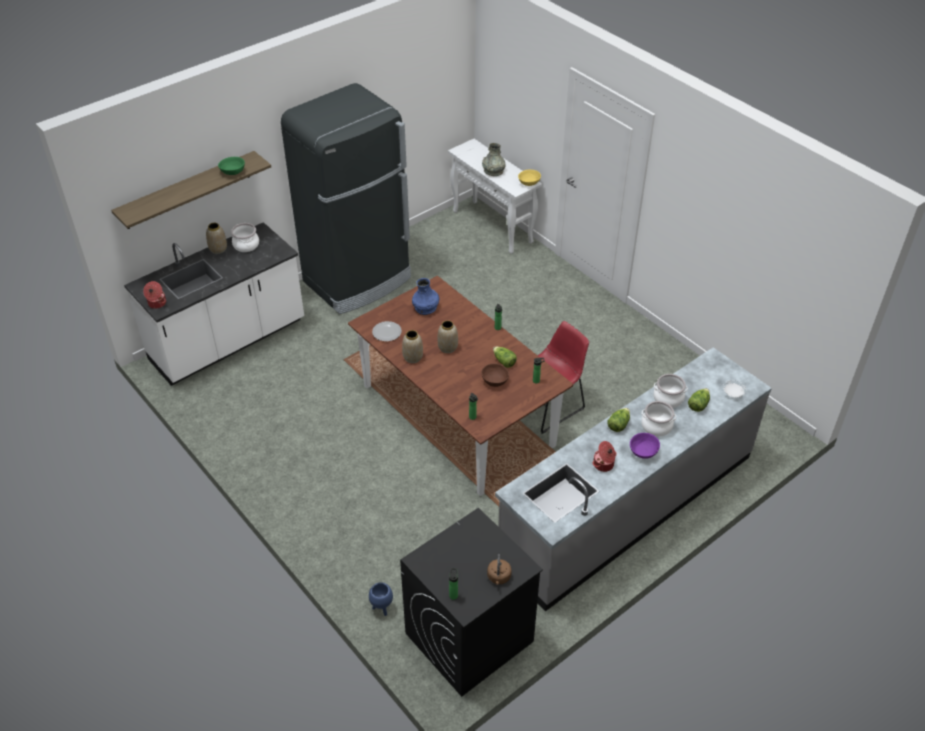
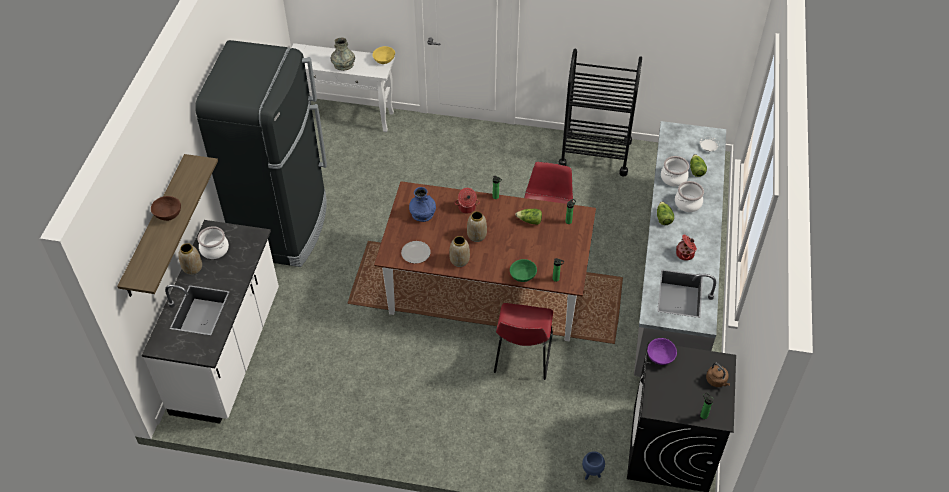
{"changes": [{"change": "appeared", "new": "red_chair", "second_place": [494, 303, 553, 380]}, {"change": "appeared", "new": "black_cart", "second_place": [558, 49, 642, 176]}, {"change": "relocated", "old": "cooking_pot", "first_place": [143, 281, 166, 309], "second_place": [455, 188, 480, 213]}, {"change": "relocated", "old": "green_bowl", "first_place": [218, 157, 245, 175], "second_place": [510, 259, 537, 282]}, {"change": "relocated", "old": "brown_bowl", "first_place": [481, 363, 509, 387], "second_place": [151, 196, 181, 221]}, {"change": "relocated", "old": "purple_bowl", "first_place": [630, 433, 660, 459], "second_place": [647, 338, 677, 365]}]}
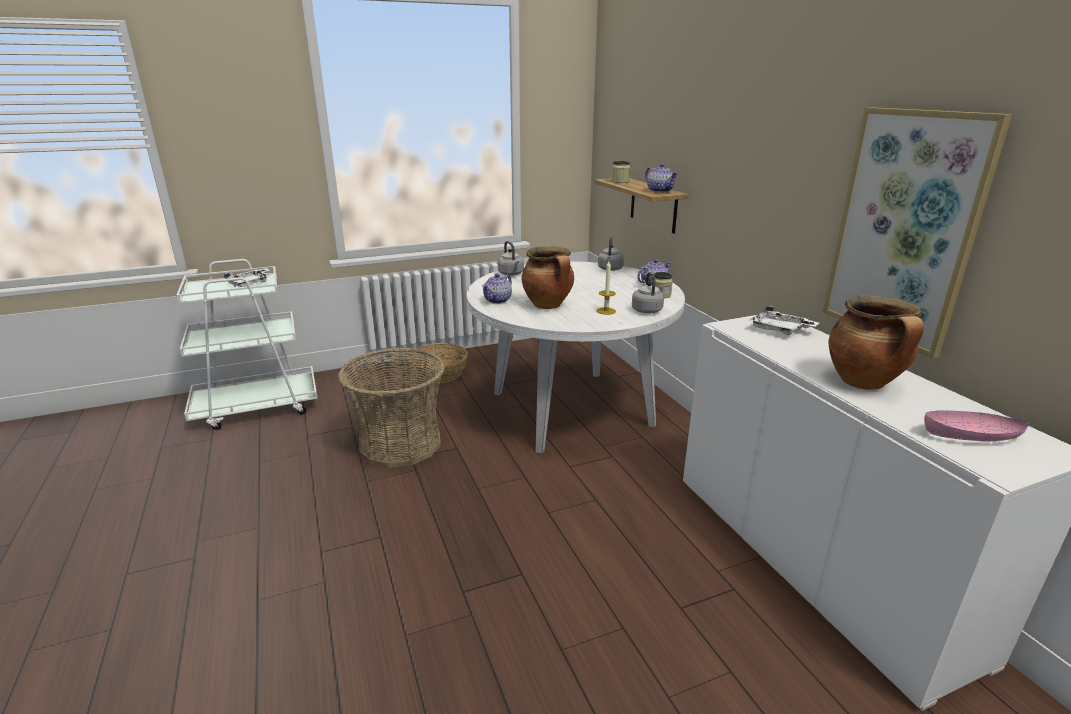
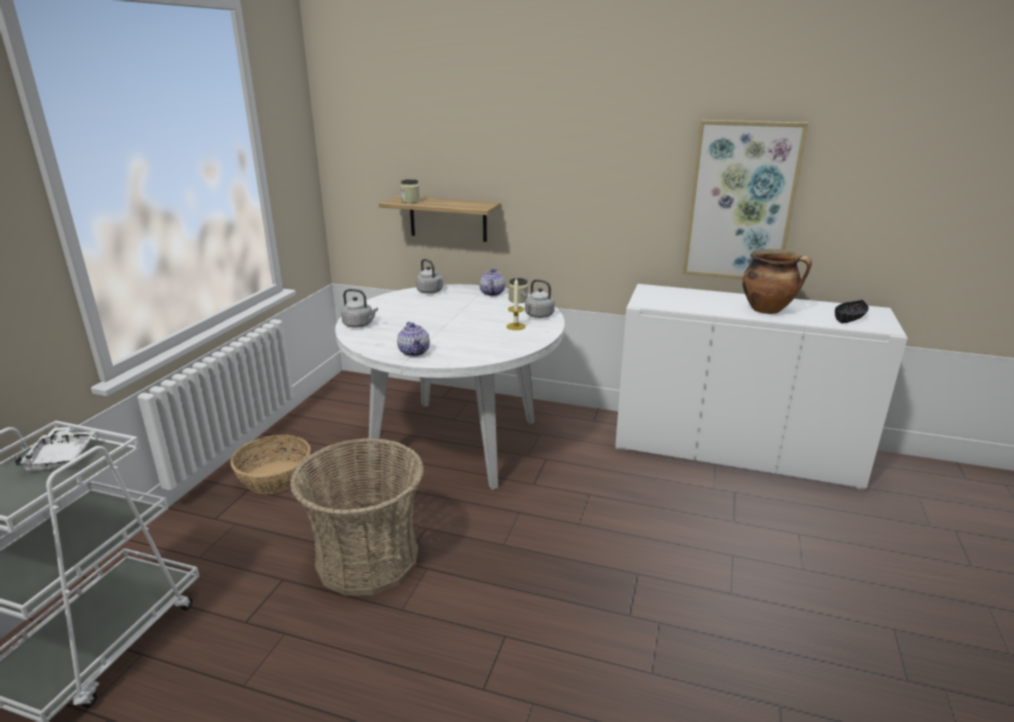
{"changes": [{"change": "missing", "old": "cooking_pot", "first_place": [522, 246, 574, 309]}, {"change": "missing", "old": "teapot", "first_place": [645, 164, 678, 193]}, {"change": "missing", "old": "white_tray", "first_place": [750, 306, 819, 335]}, {"change": "colour", "old": "pink_bowl", "new": "black_bowl", "first_place": [924, 411, 1029, 441], "second_place": [835, 300, 869, 324]}]}
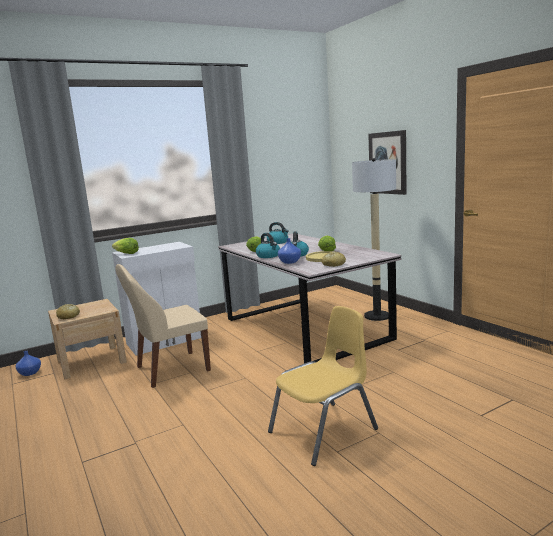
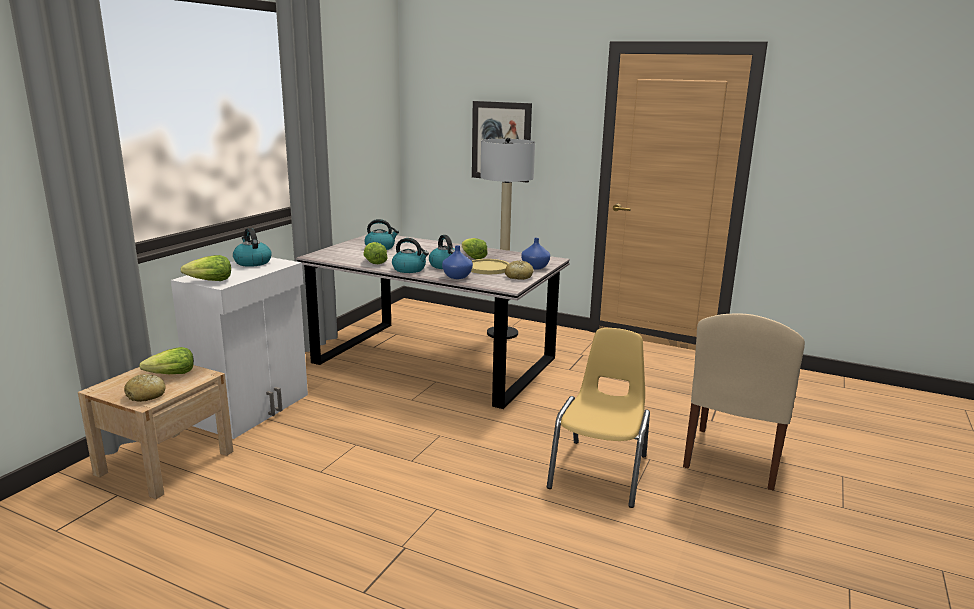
{"changes": [{"change": "appeared", "new": "lettuce", "second_place": [139, 347, 194, 374]}, {"change": "appeared", "new": "kettle", "second_place": [233, 228, 272, 267]}, {"change": "relocated", "old": "blue_vase", "first_place": [15, 351, 41, 376], "second_place": [521, 238, 550, 270]}, {"change": "relocated", "old": "beige_chair", "first_place": [115, 264, 211, 388], "second_place": [683, 314, 805, 491]}]}
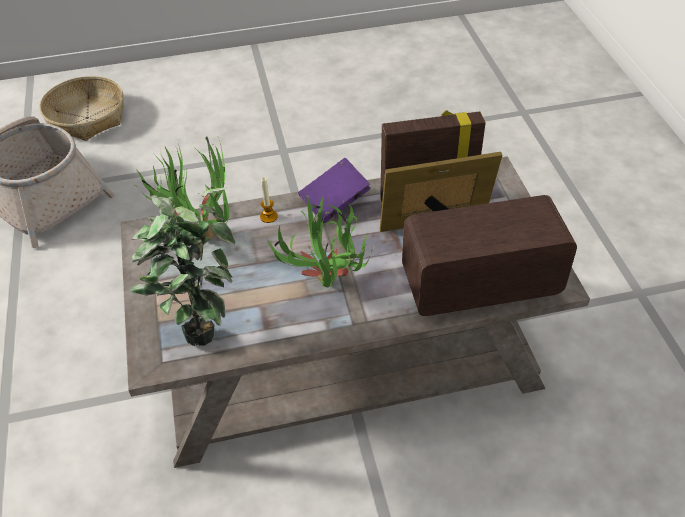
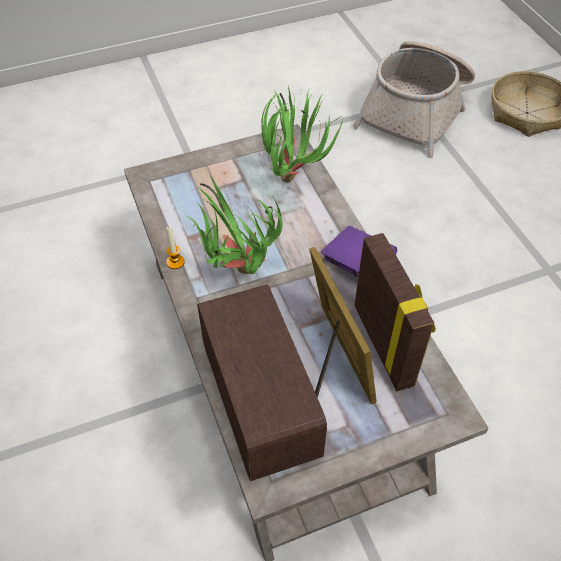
{"changes": [{"change": "missing", "old": "potted_plant", "first_place": [130, 188, 235, 346]}, {"change": "relocated", "old": "candle", "first_place": [260, 177, 277, 223], "second_place": [166, 226, 185, 269]}]}
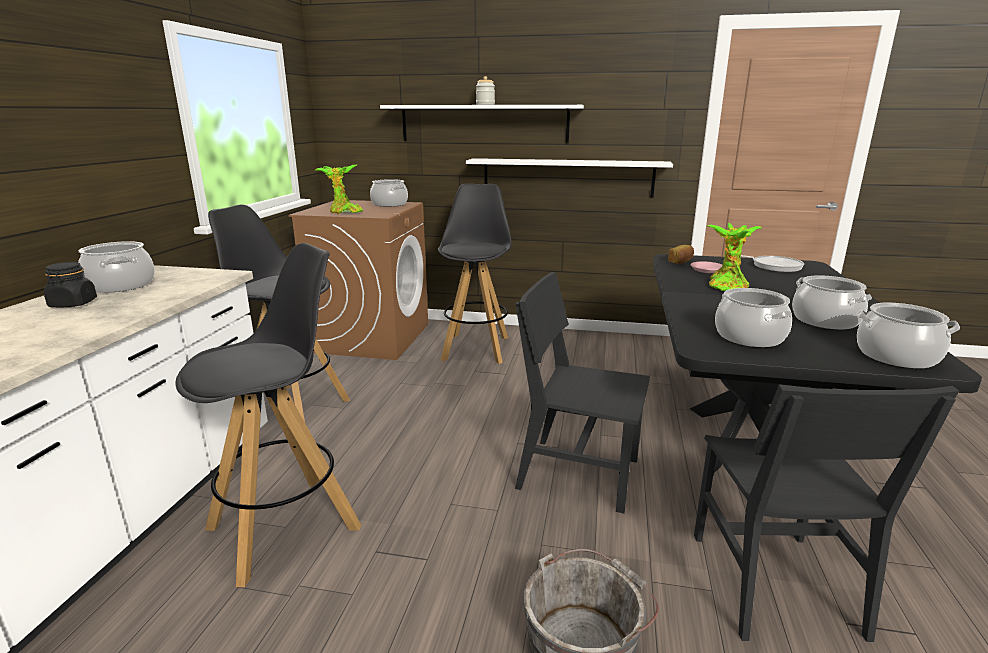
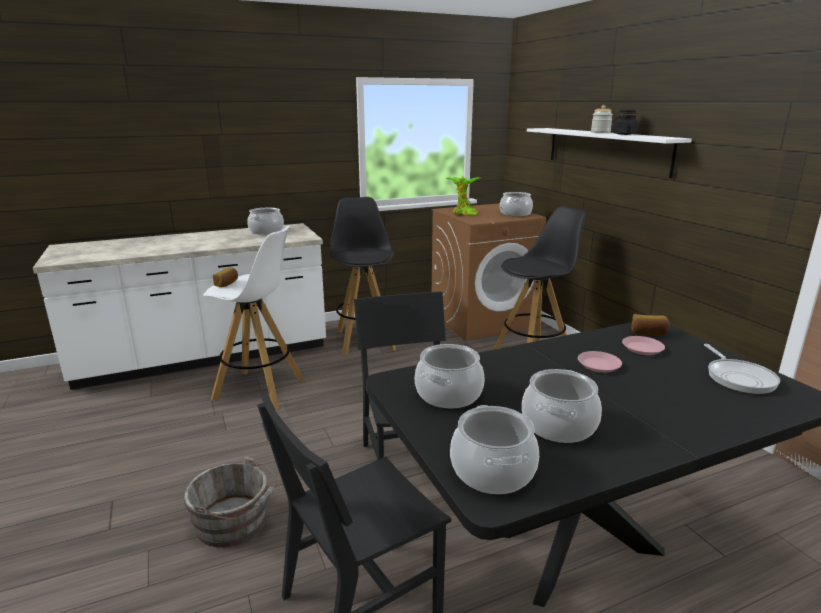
{"changes": [{"change": "missing", "old": "white_shelf", "first_place": [466, 158, 673, 197]}, {"change": "appeared", "new": "bread", "second_place": [213, 268, 238, 287]}, {"change": "relocated", "old": "black_jar", "first_place": [44, 262, 97, 307], "second_place": [612, 110, 638, 135]}, {"change": "exchanged", "old": "potted_plant", "new": "pink_plate", "first_place": [707, 223, 762, 291], "second_place": [578, 351, 622, 373]}, {"change": "colour", "old": "black_stool", "new": "white_stool", "first_place": [175, 243, 361, 587], "second_place": [203, 226, 305, 410]}]}
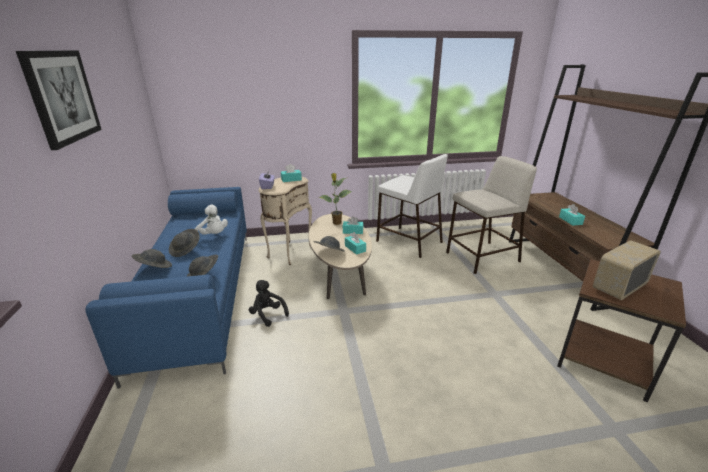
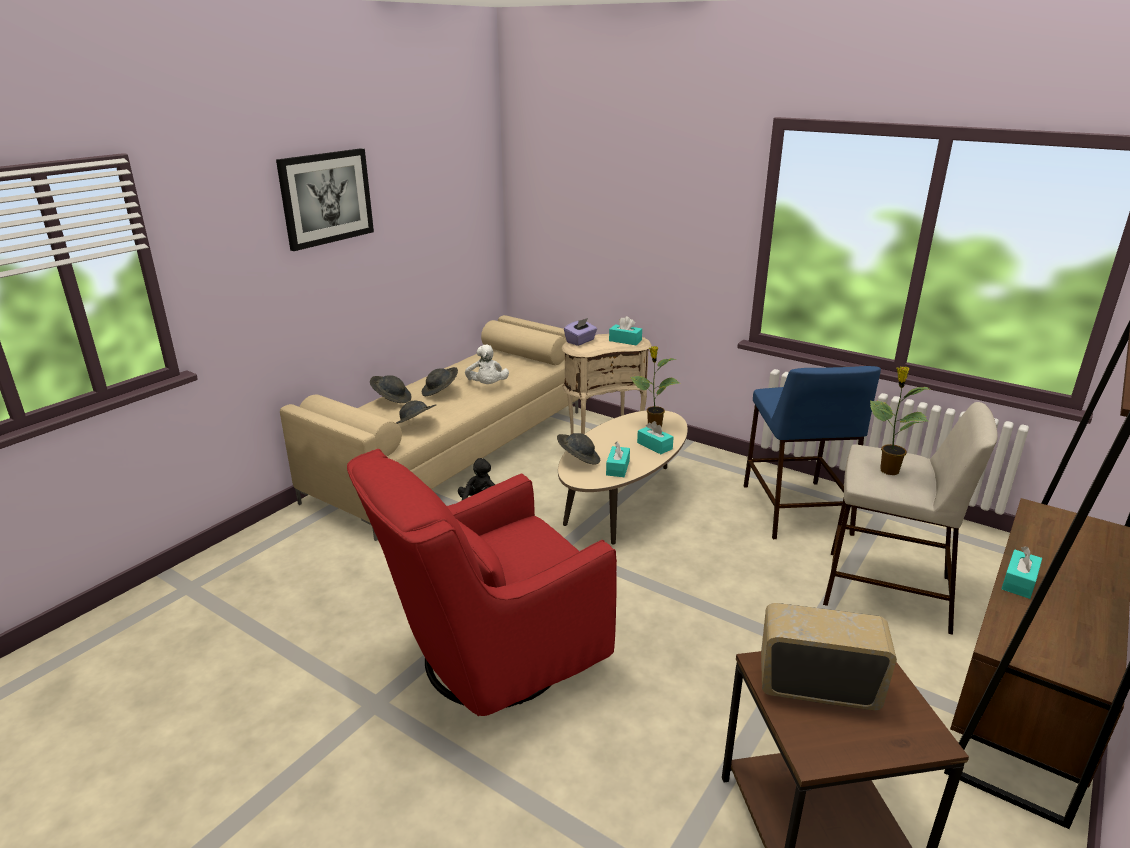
{"changes": [{"change": "appeared", "new": "red_armchair", "second_place": [347, 449, 617, 716]}, {"change": "appeared", "new": "potted_plant", "second_place": [870, 367, 929, 475]}, {"change": "colour", "old": "blue_sofa", "new": "beige_sofa", "first_place": [85, 187, 247, 389], "second_place": [280, 315, 579, 541]}, {"change": "colour", "old": "white_stool", "new": "blue_stool", "first_place": [376, 154, 448, 258], "second_place": [744, 366, 881, 539]}]}
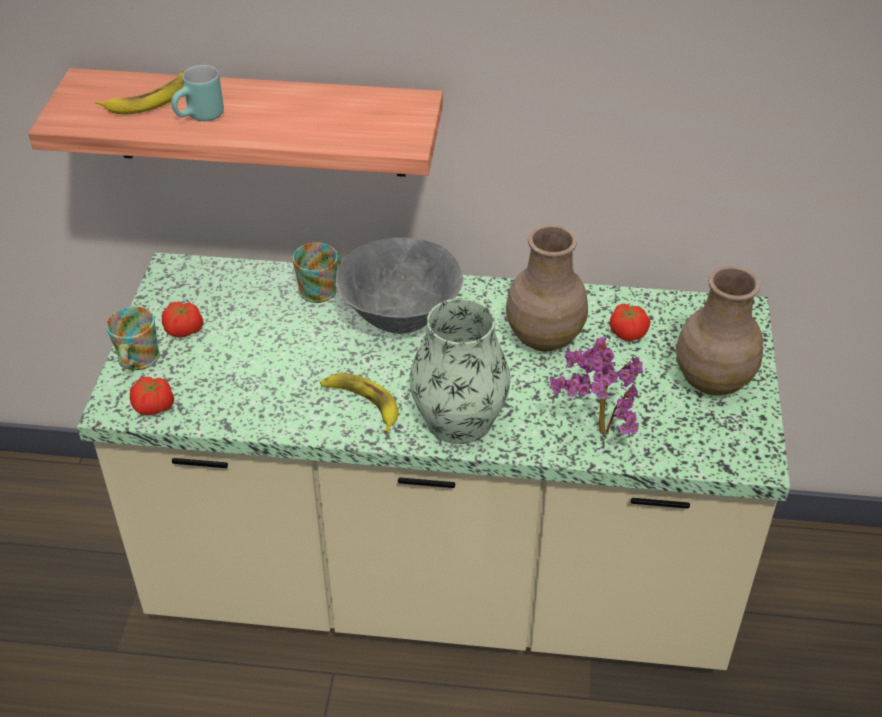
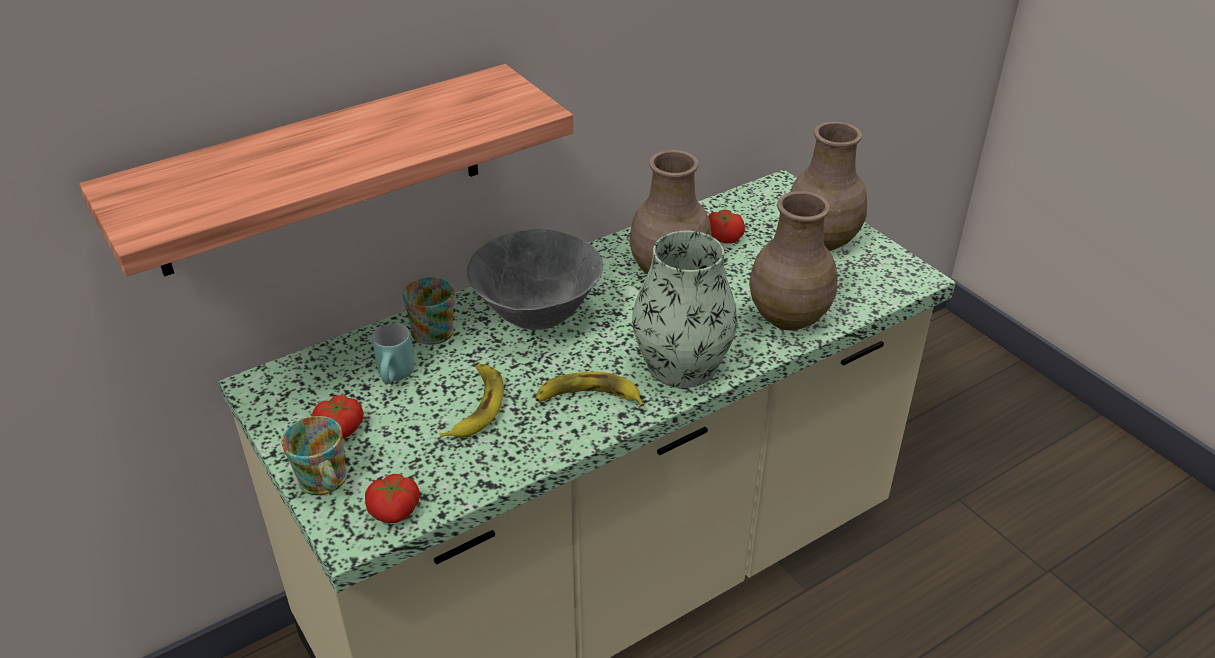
{"changes": [{"change": "relocated", "old": "banana", "first_place": [95, 71, 185, 114], "second_place": [440, 364, 504, 438]}, {"change": "relocated", "old": "turquoise_mug", "first_place": [171, 65, 224, 121], "second_place": [372, 323, 414, 384]}, {"change": "exchanged", "old": "potted_plant", "new": "brown_vase", "first_place": [550, 337, 643, 435], "second_place": [749, 191, 837, 330]}]}
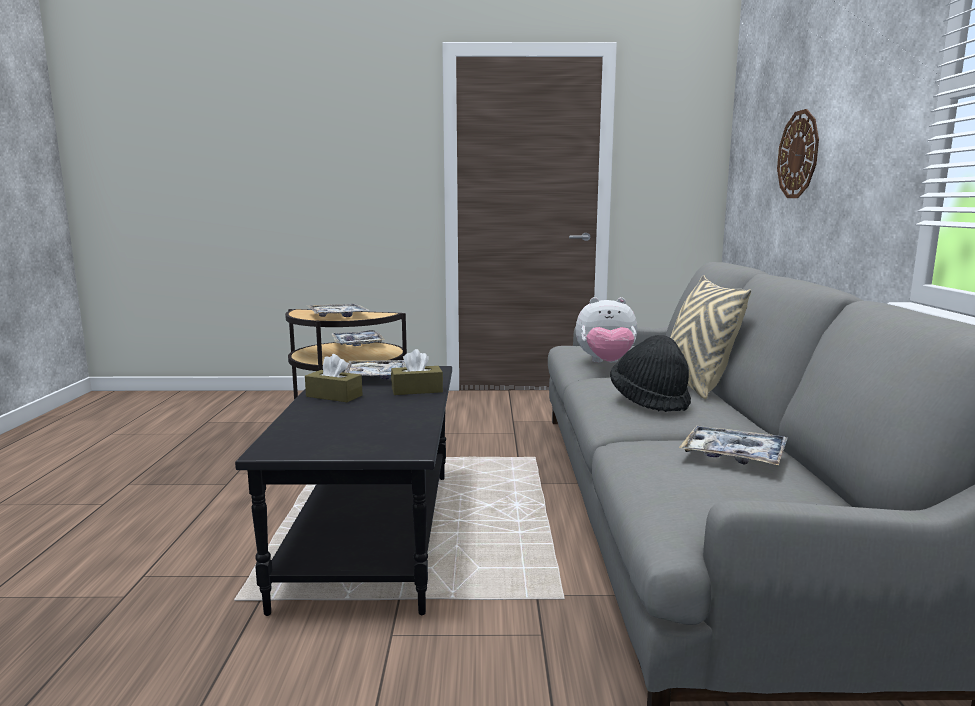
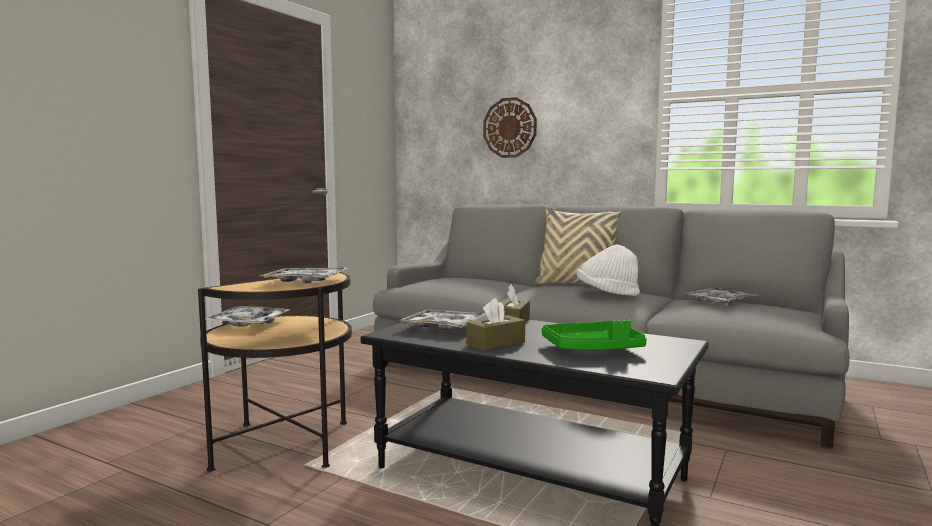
{"changes": [{"change": "missing", "old": "plush_toy", "first_place": [576, 297, 637, 363]}, {"change": "appeared", "new": "green_tray", "second_place": [542, 319, 647, 351]}, {"change": "colour", "old": "black_hat", "new": "white_hat", "first_place": [610, 335, 691, 412], "second_place": [577, 245, 640, 296]}]}
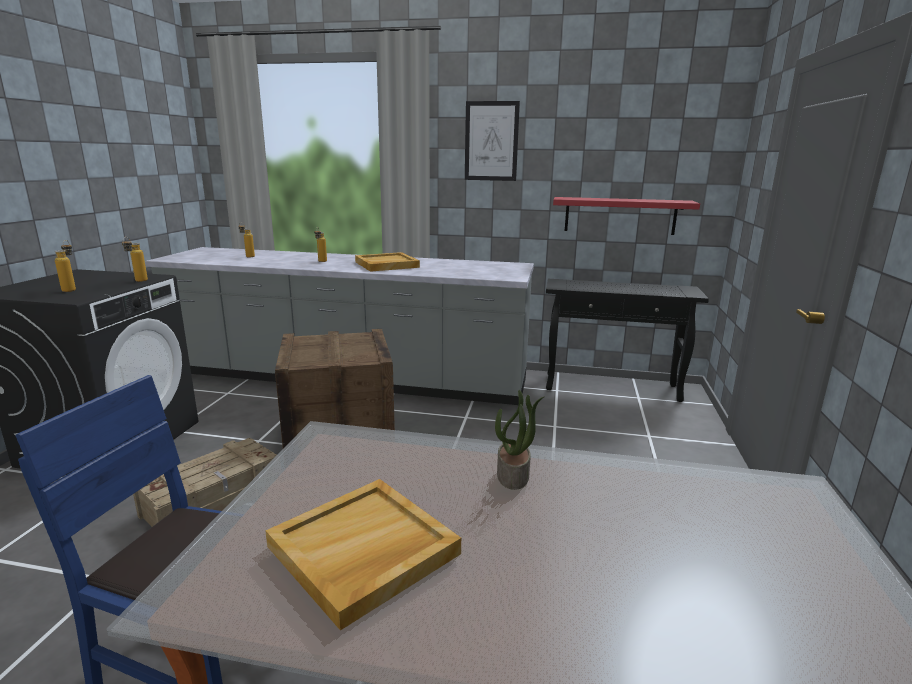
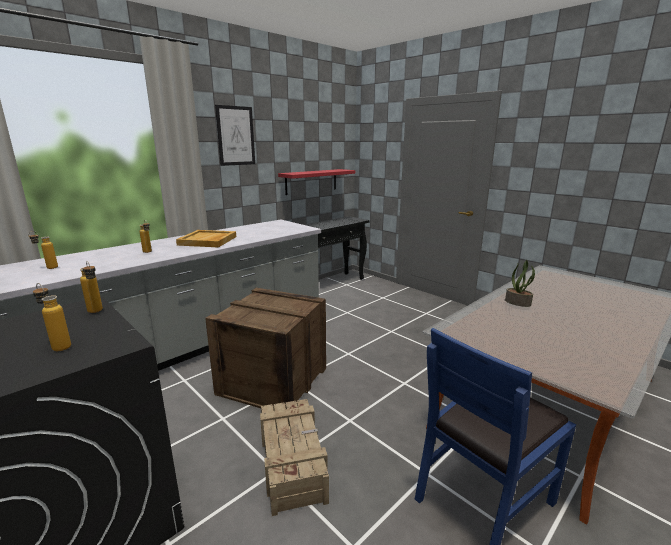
{"changes": [{"change": "missing", "old": "beige_tray", "first_place": [266, 479, 461, 631]}]}
